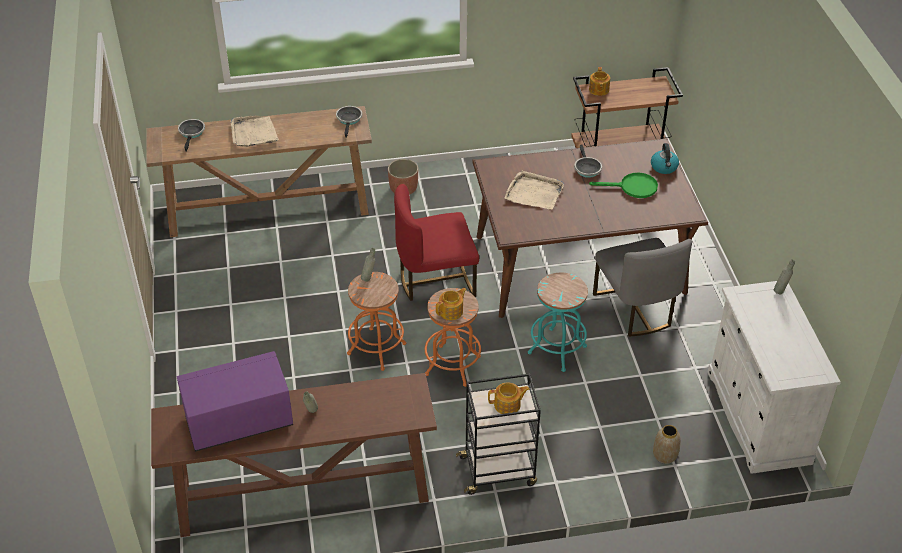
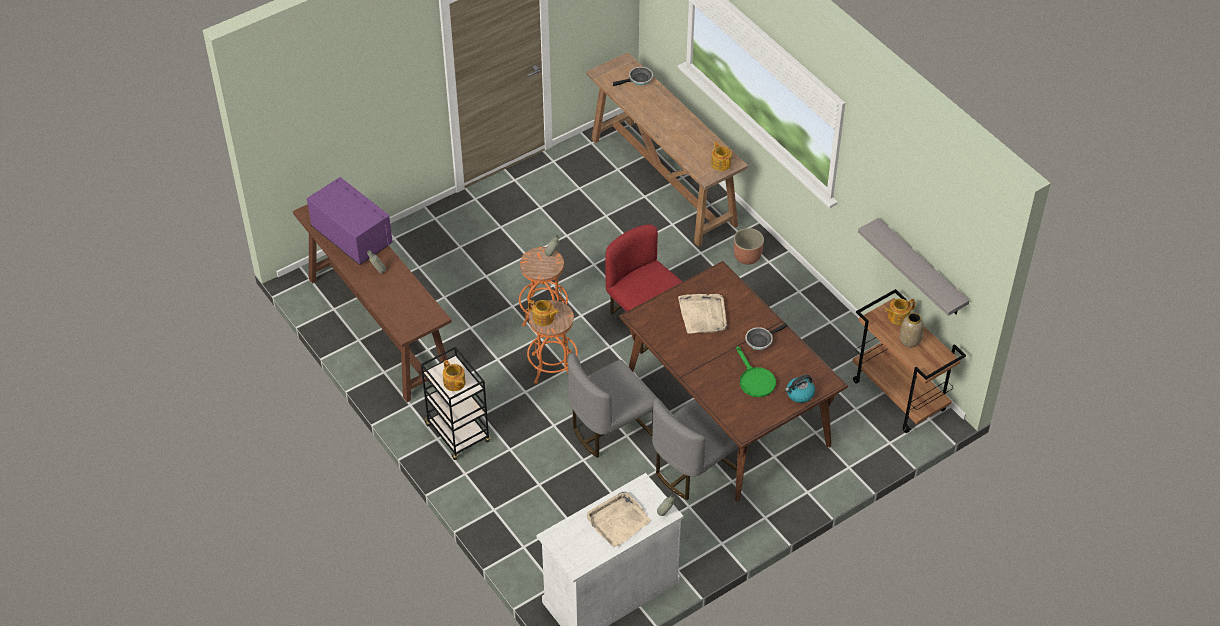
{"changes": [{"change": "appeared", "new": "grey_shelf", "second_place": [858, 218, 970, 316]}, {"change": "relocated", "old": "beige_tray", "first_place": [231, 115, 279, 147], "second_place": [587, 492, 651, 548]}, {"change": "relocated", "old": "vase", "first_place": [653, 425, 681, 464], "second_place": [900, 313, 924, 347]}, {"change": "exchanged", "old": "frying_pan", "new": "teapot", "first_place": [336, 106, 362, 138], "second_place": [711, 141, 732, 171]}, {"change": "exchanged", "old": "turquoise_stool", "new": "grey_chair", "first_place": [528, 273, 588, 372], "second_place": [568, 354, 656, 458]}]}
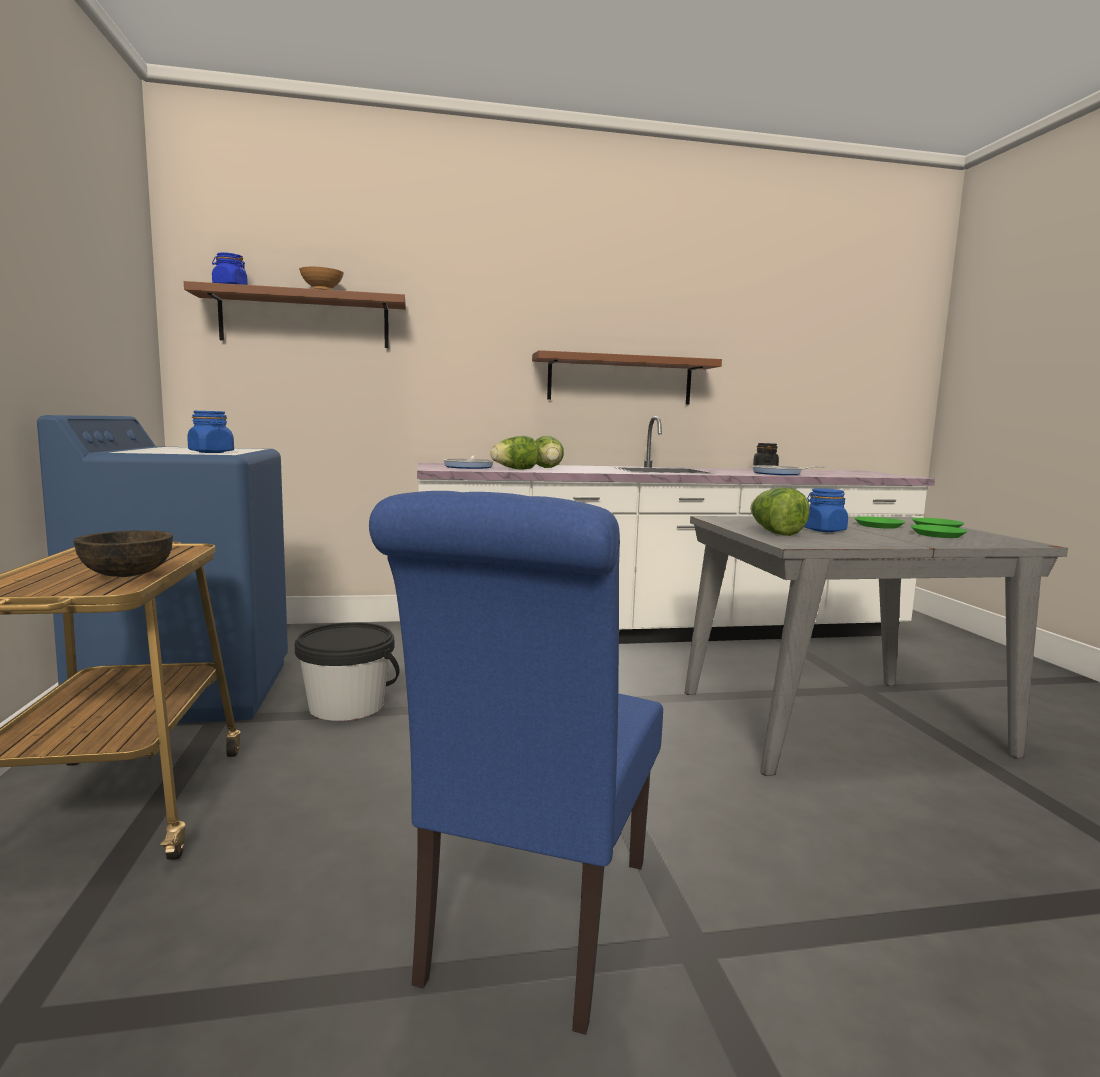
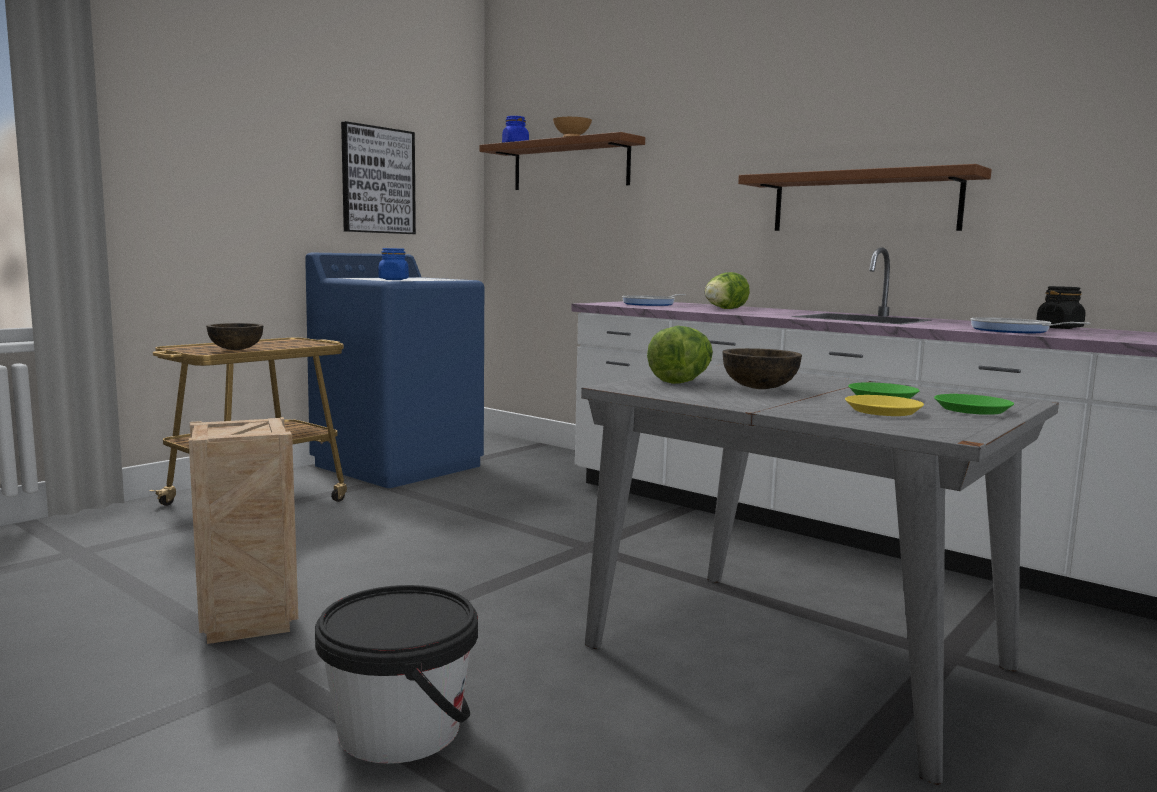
{"changes": [{"change": "missing", "old": "lettuce", "first_place": [490, 436, 539, 470]}, {"change": "appeared", "new": "picture", "second_place": [341, 121, 416, 234]}, {"change": "relocated", "old": "black_bucket", "first_place": [295, 622, 400, 721], "second_place": [315, 585, 478, 764]}, {"change": "exchanged", "old": "blue_chair", "new": "crate", "first_place": [369, 491, 663, 1035], "second_place": [189, 417, 298, 644]}, {"change": "exchanged", "old": "blue_jar", "new": "brown_bowl", "first_place": [804, 488, 848, 532], "second_place": [722, 348, 802, 389]}, {"change": "colour", "old": "green_plate", "new": "yellow_plate", "first_place": [911, 525, 968, 538], "second_place": [845, 395, 924, 416]}]}
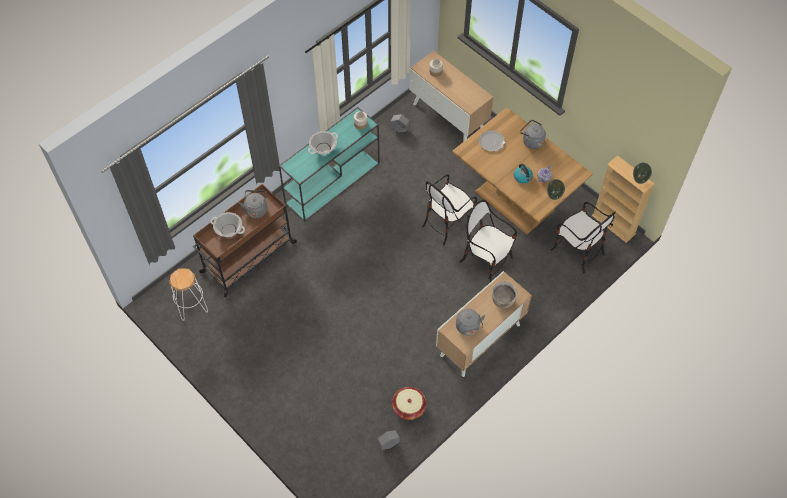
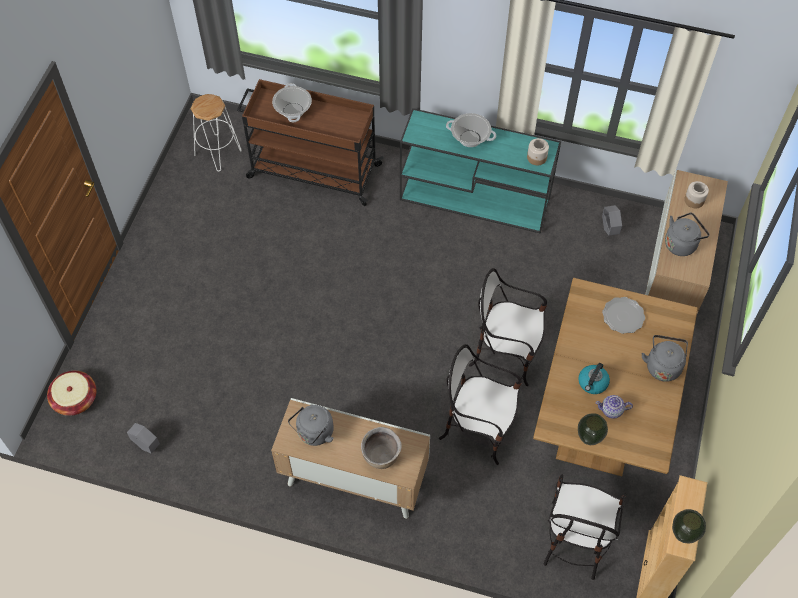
{"changes": [{"change": "relocated", "old": "grey_kettle", "first_place": [239, 190, 267, 218], "second_place": [665, 212, 709, 256]}, {"change": "relocated", "old": "basket", "first_place": [392, 387, 426, 420], "second_place": [47, 371, 96, 416]}, {"change": "spun", "old": "chair", "first_place": [459, 200, 517, 282], "second_place": [439, 344, 521, 465], "degrees": -75}]}
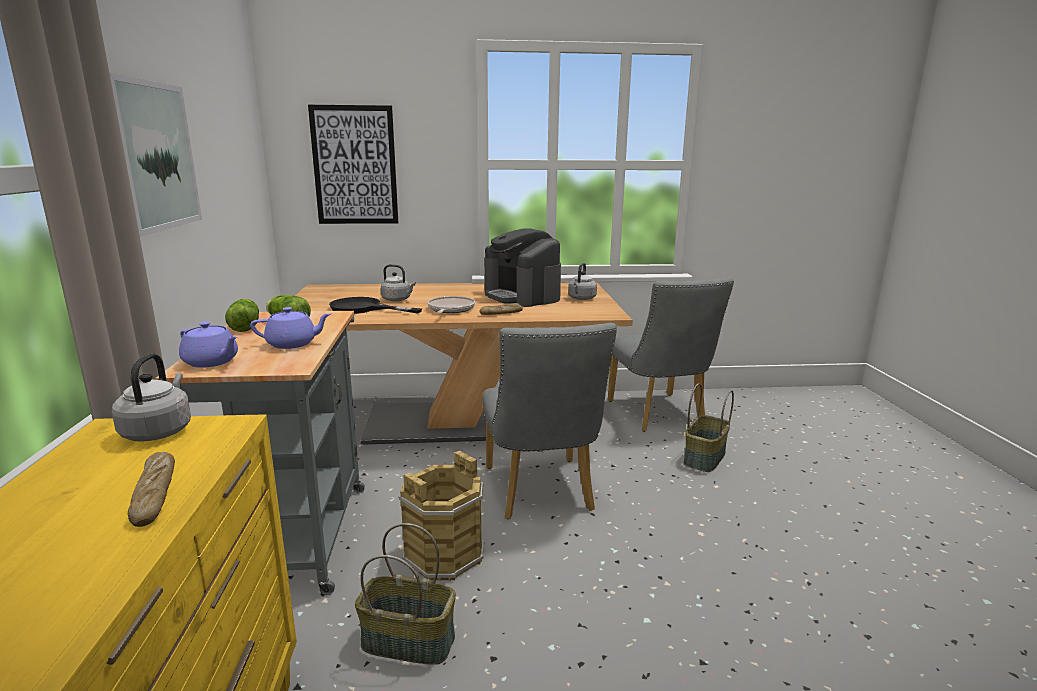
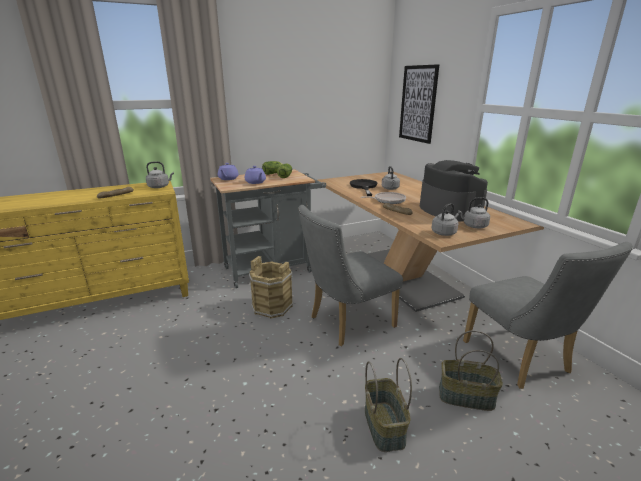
{"changes": [{"change": "missing", "old": "picture", "first_place": [109, 72, 202, 237]}, {"change": "appeared", "new": "grey_kettle", "second_place": [432, 203, 459, 236]}, {"change": "relocated", "old": "basket", "first_place": [355, 523, 456, 665], "second_place": [365, 358, 412, 452]}, {"change": "spun", "old": "coffee_machine", "first_place": [484, 229, 561, 307], "second_place": [419, 160, 488, 222], "degrees": 120}, {"change": "spun", "old": "grey_chair", "first_place": [608, 277, 734, 432], "second_place": [463, 242, 633, 389], "degrees": -75}]}
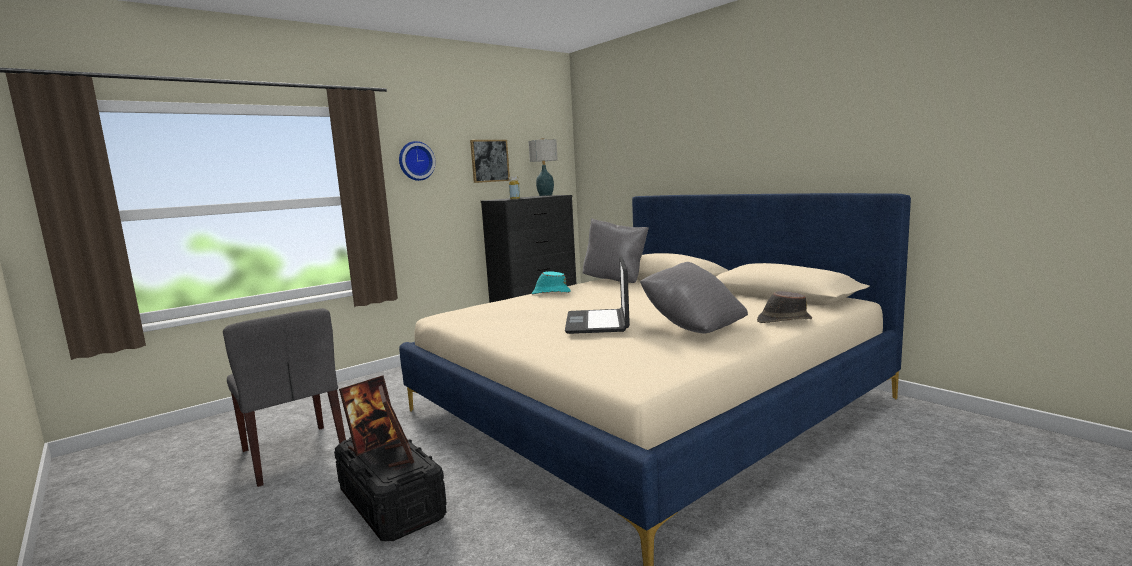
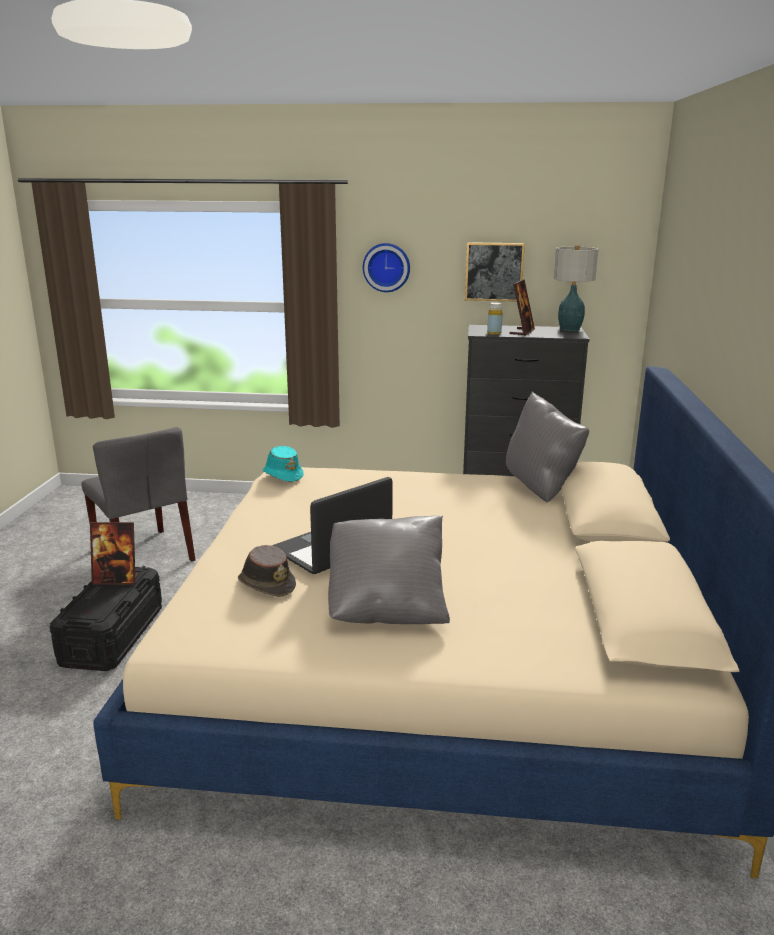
{"changes": [{"change": "relocated", "old": "picture_frame", "first_place": [379, 385, 414, 467], "second_place": [510, 279, 535, 336]}, {"change": "relocated", "old": "turquoise_hat", "first_place": [532, 271, 571, 294], "second_place": [263, 446, 304, 482]}, {"change": "relocated", "old": "brown_hat", "first_place": [757, 291, 812, 323], "second_place": [238, 545, 296, 597]}, {"change": "spun", "old": "grey_chair", "first_place": [223, 308, 346, 487], "second_place": [81, 427, 195, 562], "degrees": -45}]}
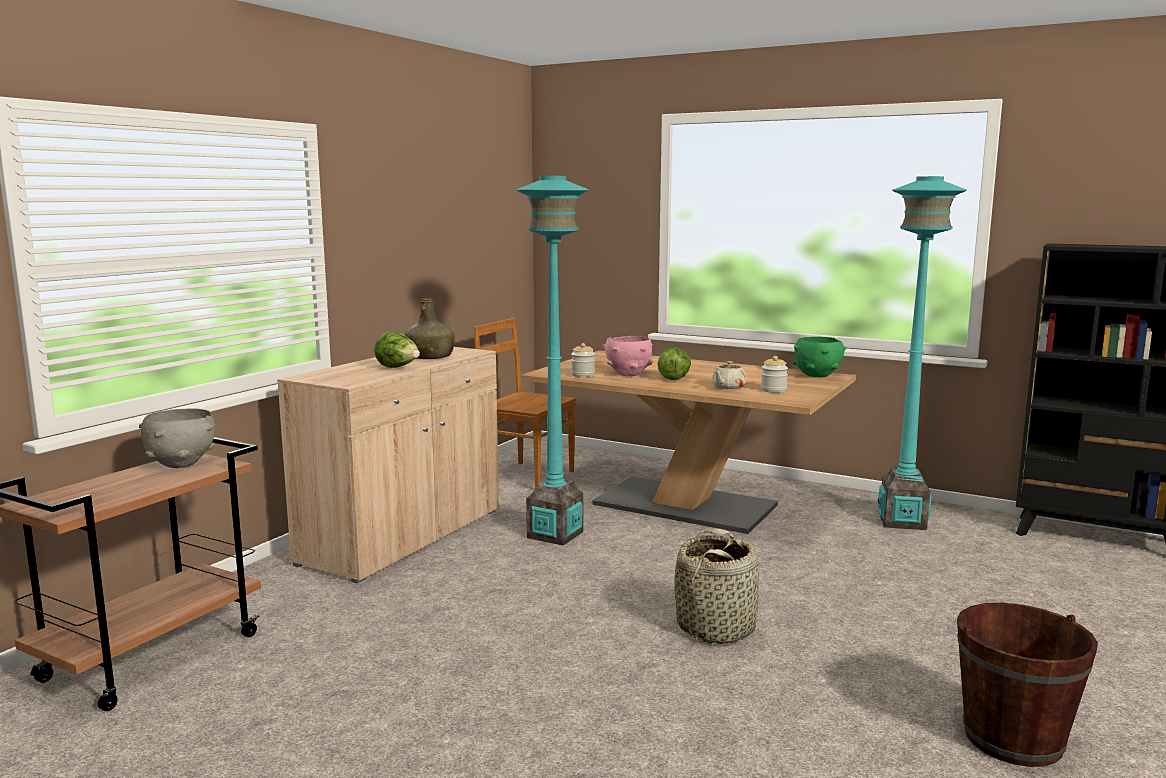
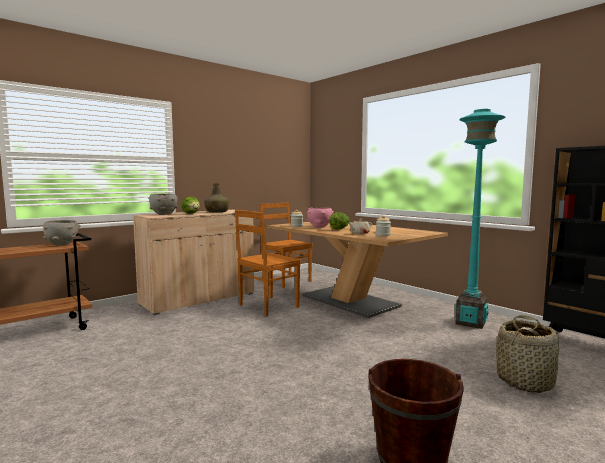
{"changes": [{"change": "missing", "old": "green_bowl", "first_place": [792, 337, 847, 377]}, {"change": "appeared", "new": "grey_bowl", "second_place": [148, 194, 178, 215]}, {"change": "relocated", "old": "basket", "first_place": [674, 528, 759, 644], "second_place": [496, 315, 559, 393]}, {"change": "exchanged", "old": "turquoise_floor_lamp", "new": "brown_chair", "first_place": [516, 176, 589, 546], "second_place": [235, 210, 301, 316]}]}
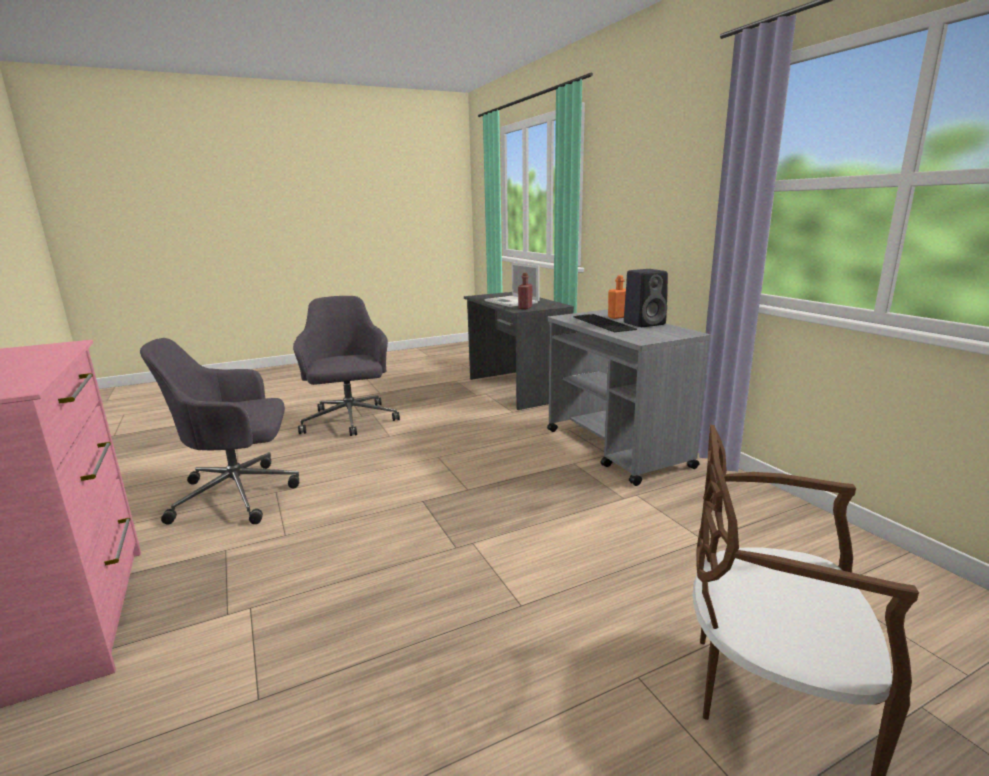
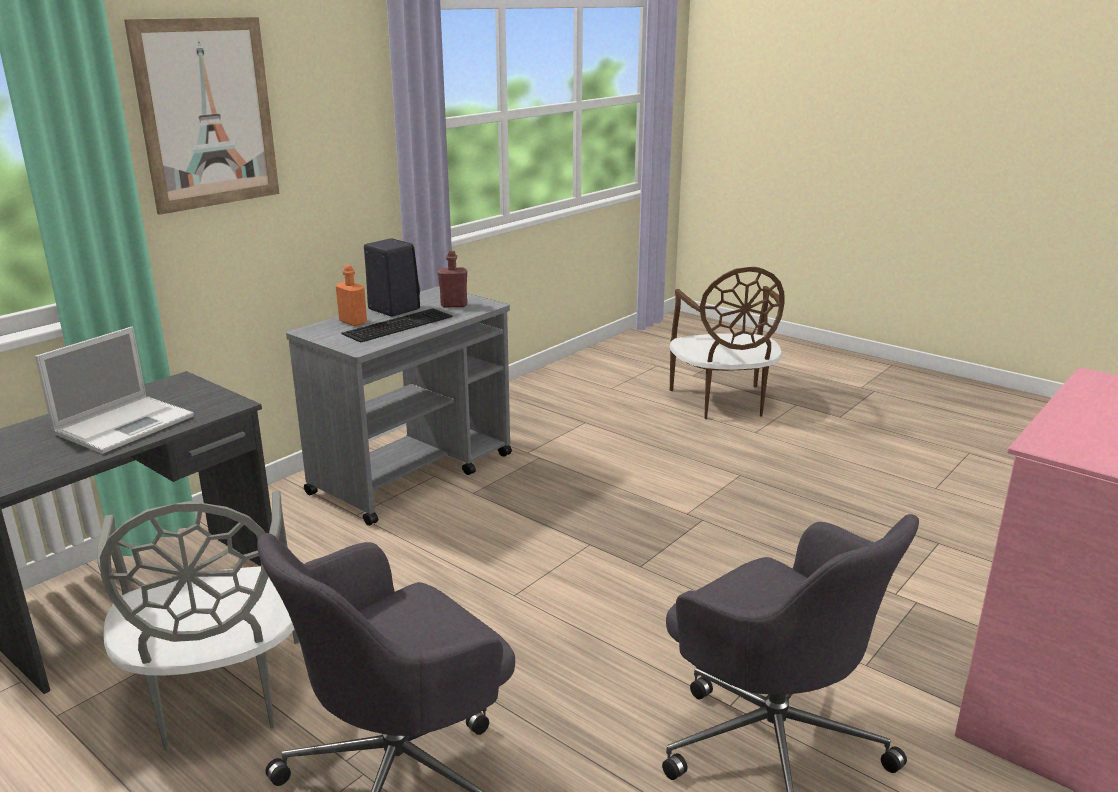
{"changes": [{"change": "appeared", "new": "grey_chair", "second_place": [97, 491, 299, 751]}, {"change": "appeared", "new": "picture", "second_place": [124, 17, 279, 215]}, {"change": "relocated", "old": "red_bottle", "first_place": [518, 273, 532, 309], "second_place": [438, 251, 467, 307]}]}
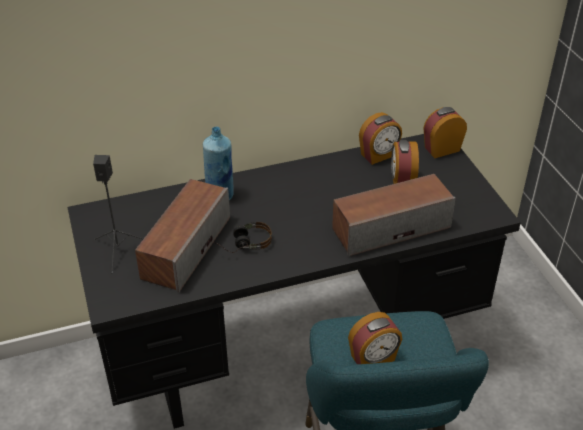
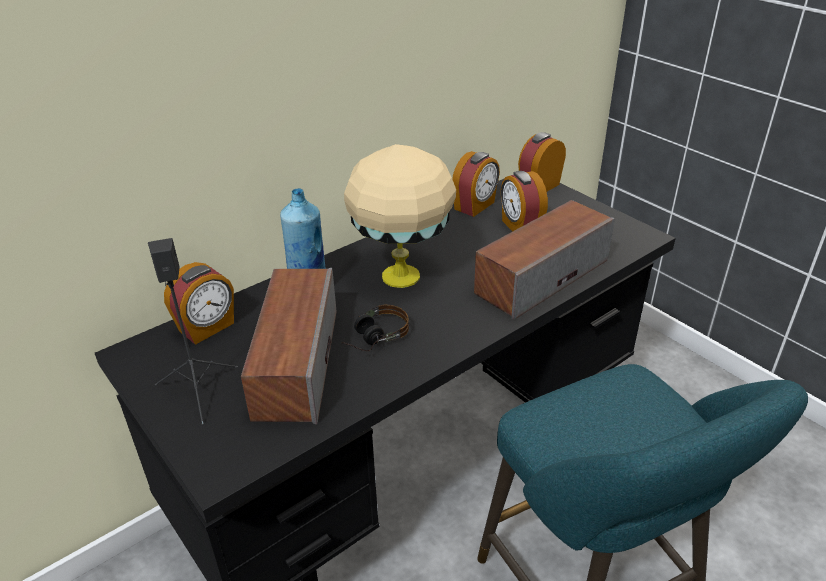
{"changes": [{"change": "appeared", "new": "beige_table_lamp", "second_place": [344, 144, 456, 288]}, {"change": "relocated", "old": "alarm_clock", "first_place": [348, 312, 402, 364], "second_place": [164, 262, 234, 345]}]}
